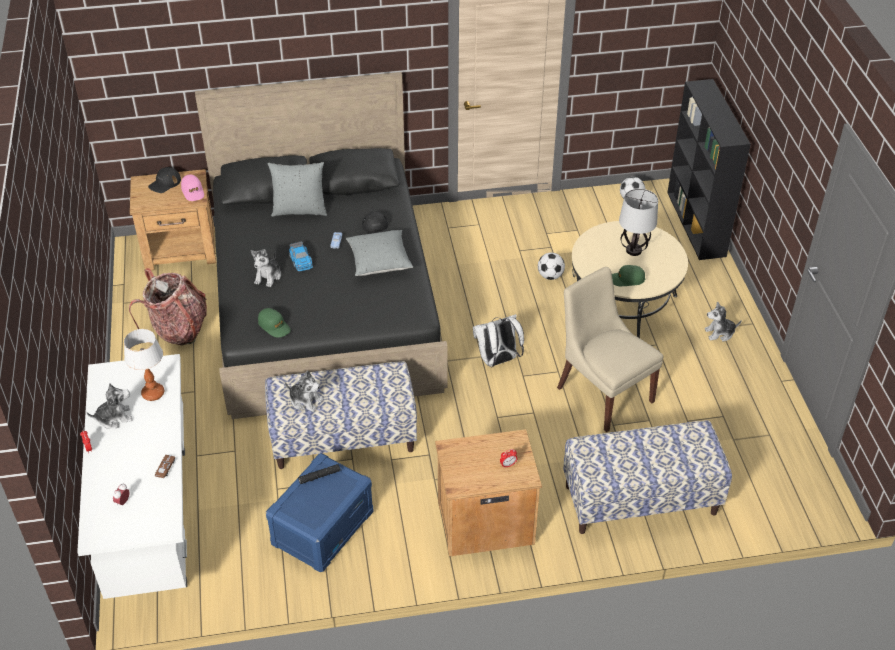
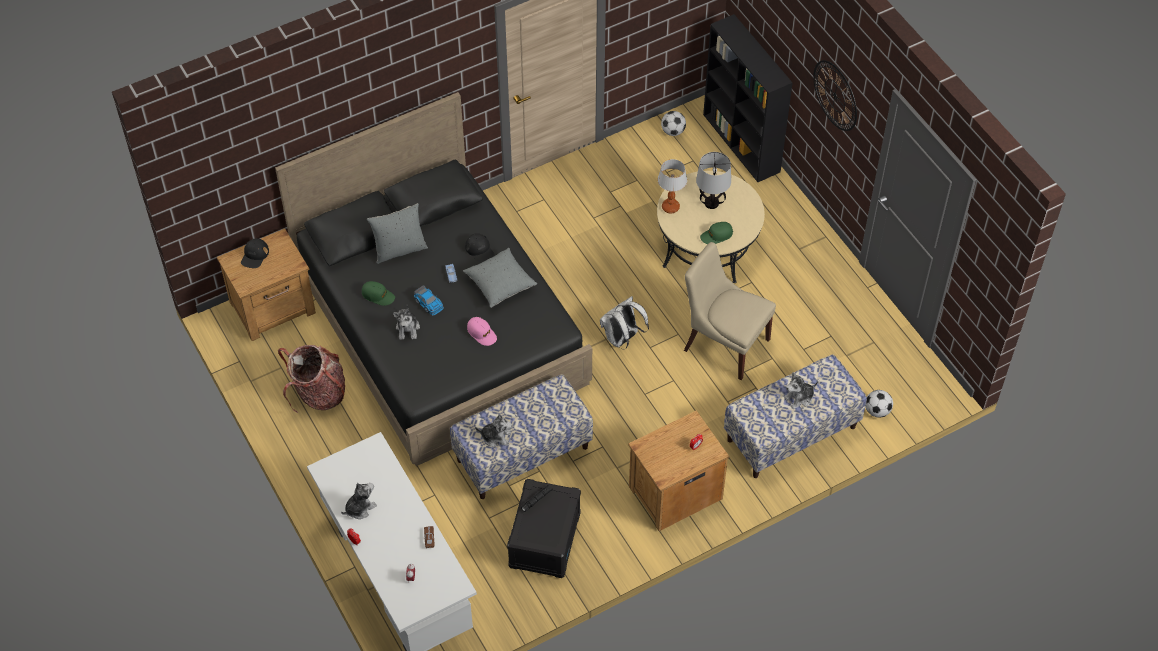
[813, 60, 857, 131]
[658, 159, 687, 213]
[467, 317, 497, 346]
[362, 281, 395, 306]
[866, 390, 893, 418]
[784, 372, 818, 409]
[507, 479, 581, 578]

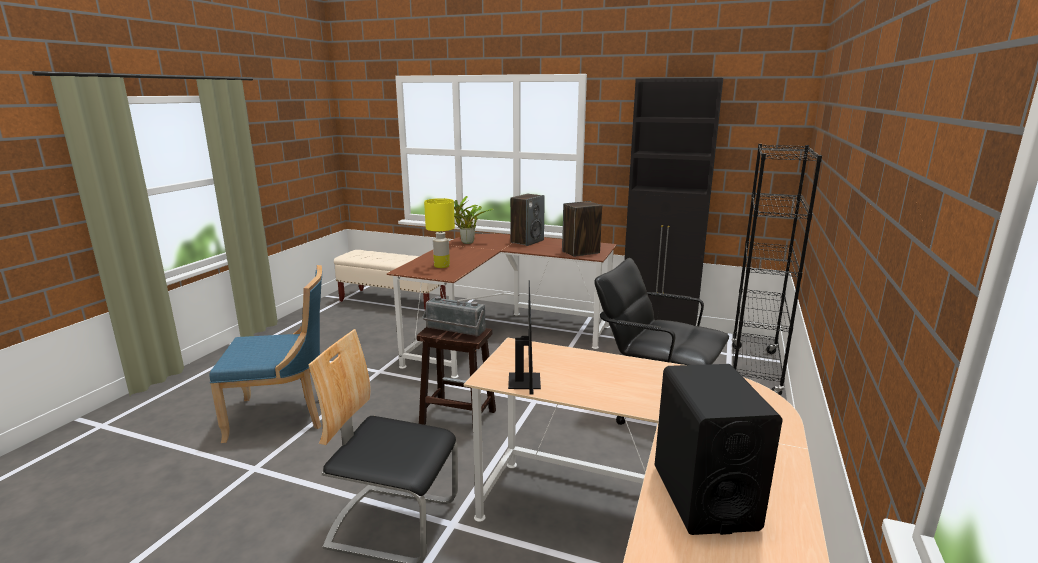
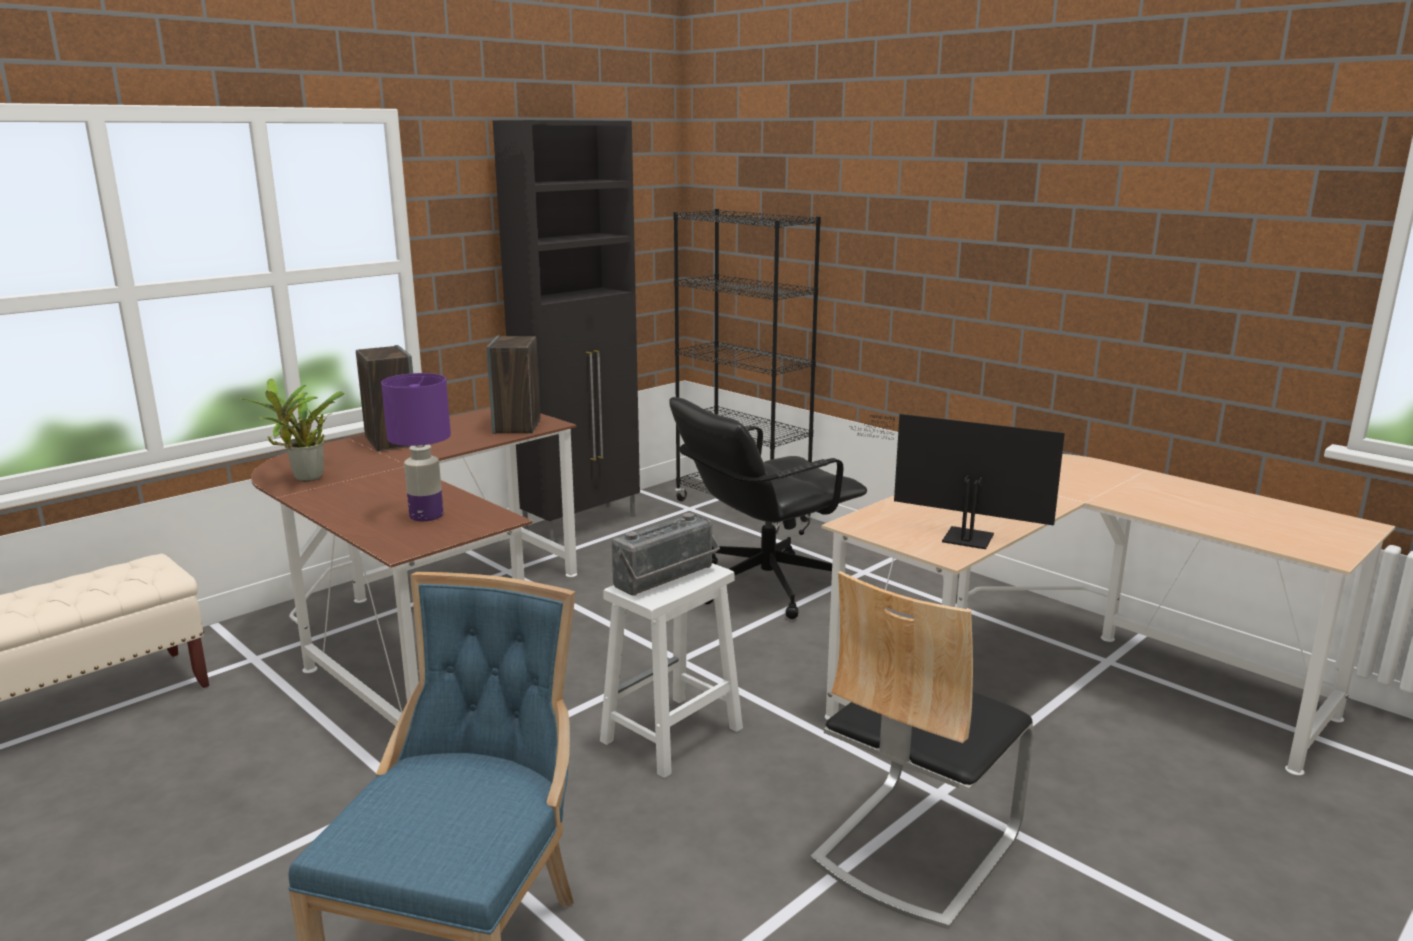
[655, 364, 783, 535] (first image)
[600, 563, 743, 778]
[381, 373, 451, 521]

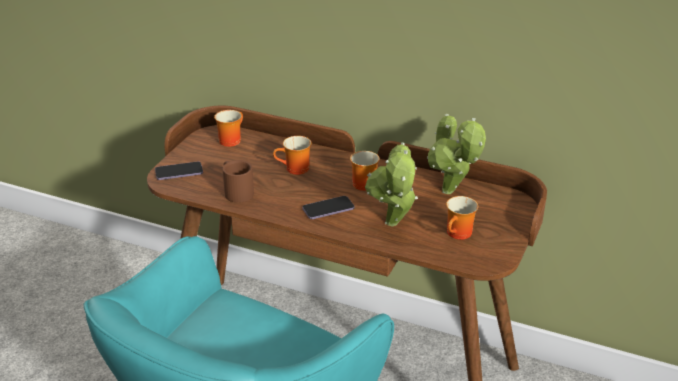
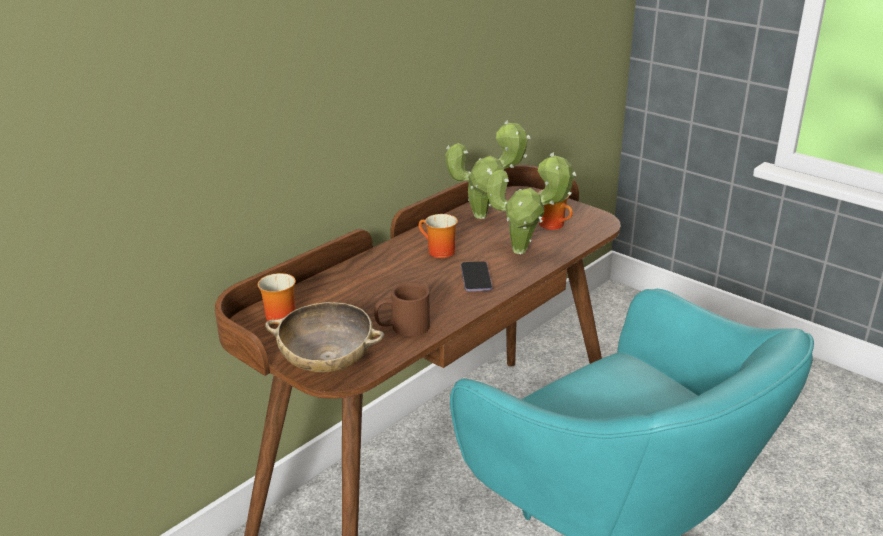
[273, 136, 311, 175] (first image)
[265, 302, 384, 372]

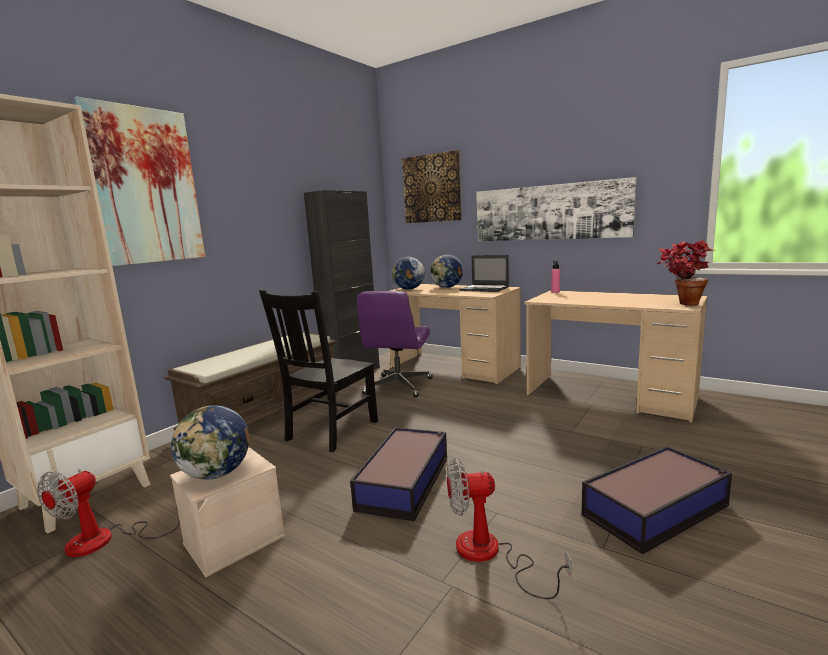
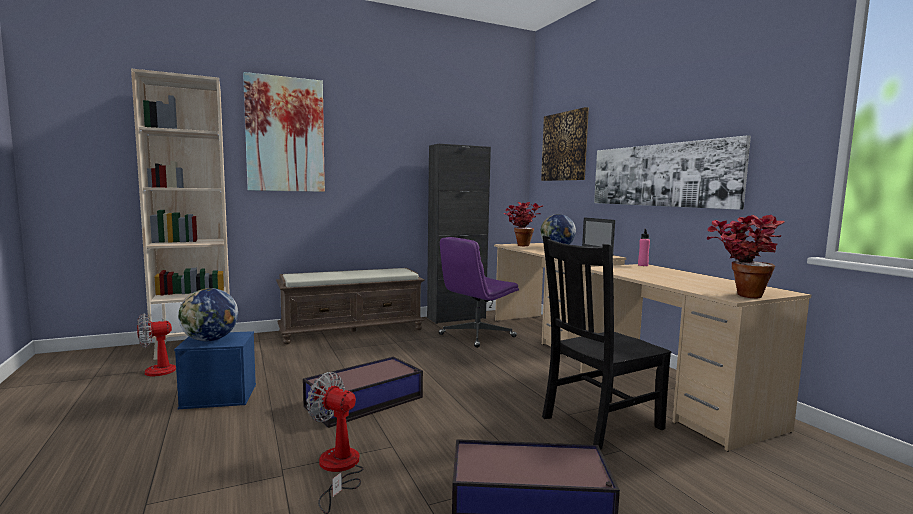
[542, 235, 671, 450]
[504, 202, 543, 246]
[174, 331, 256, 409]

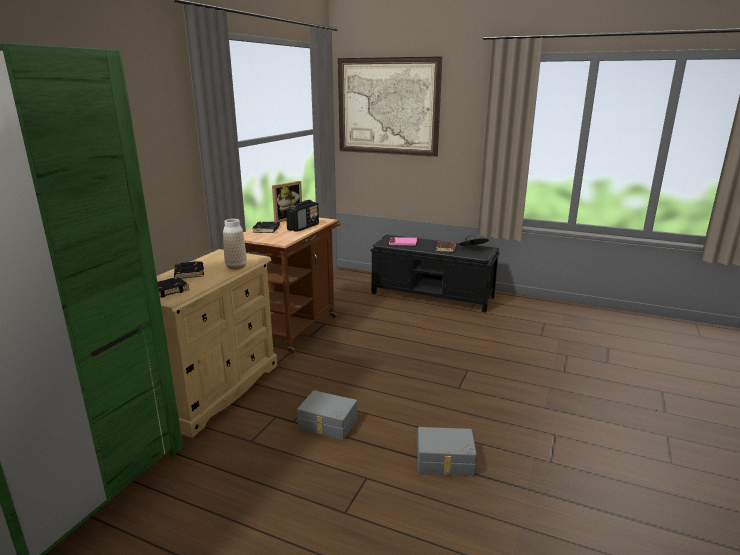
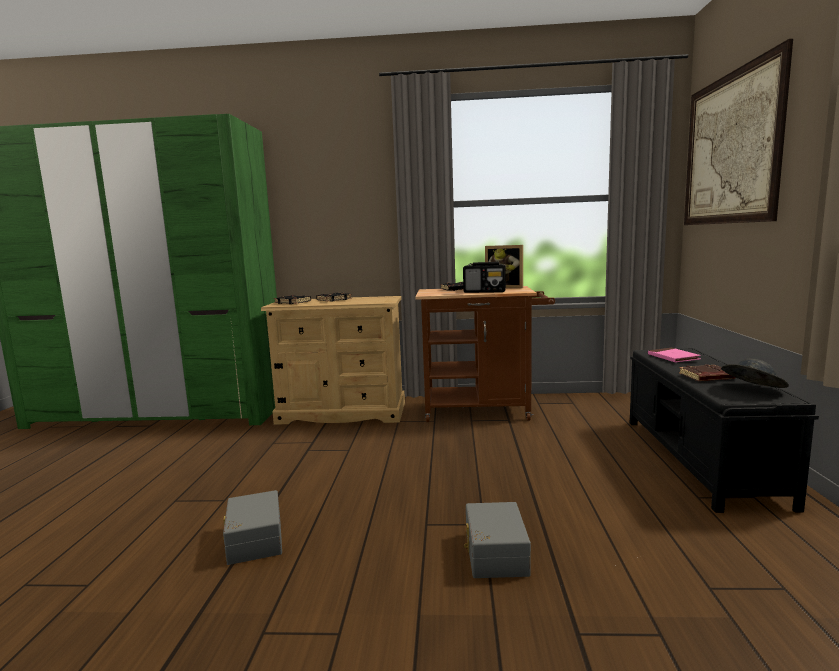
[223, 219, 247, 270] (first image)
[464, 502, 531, 578]

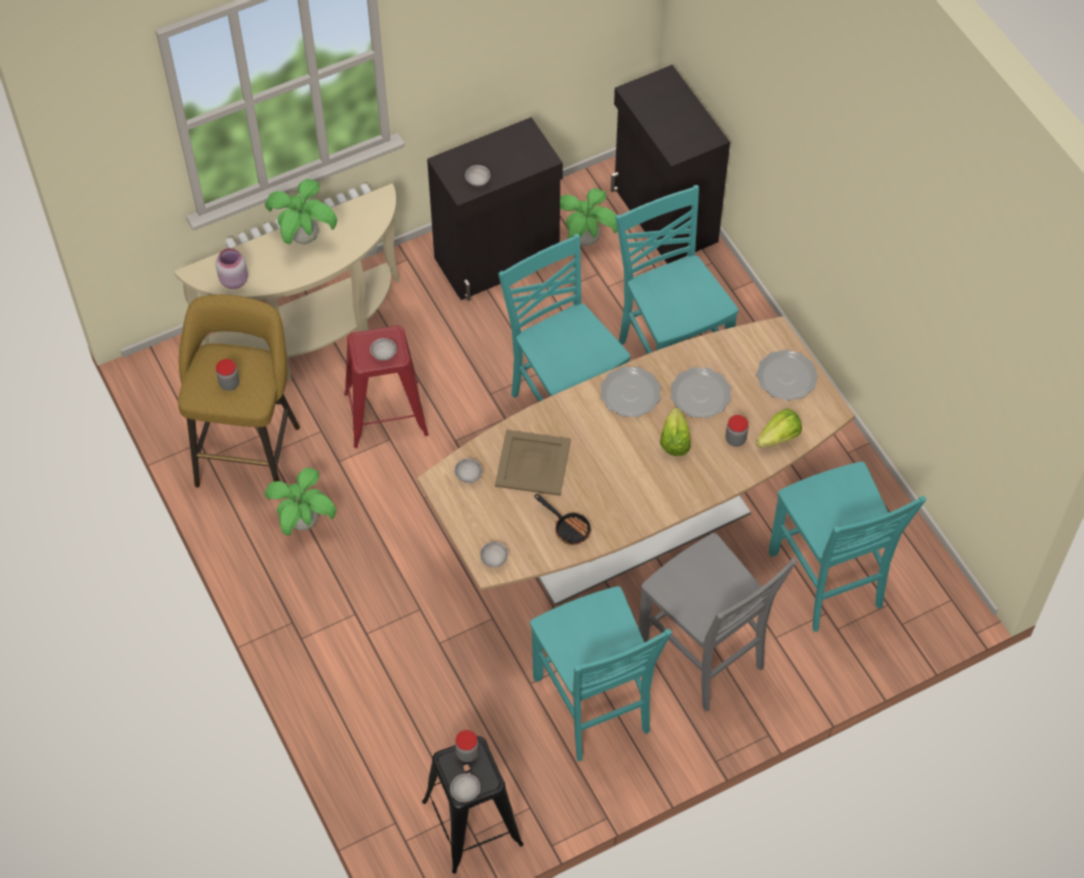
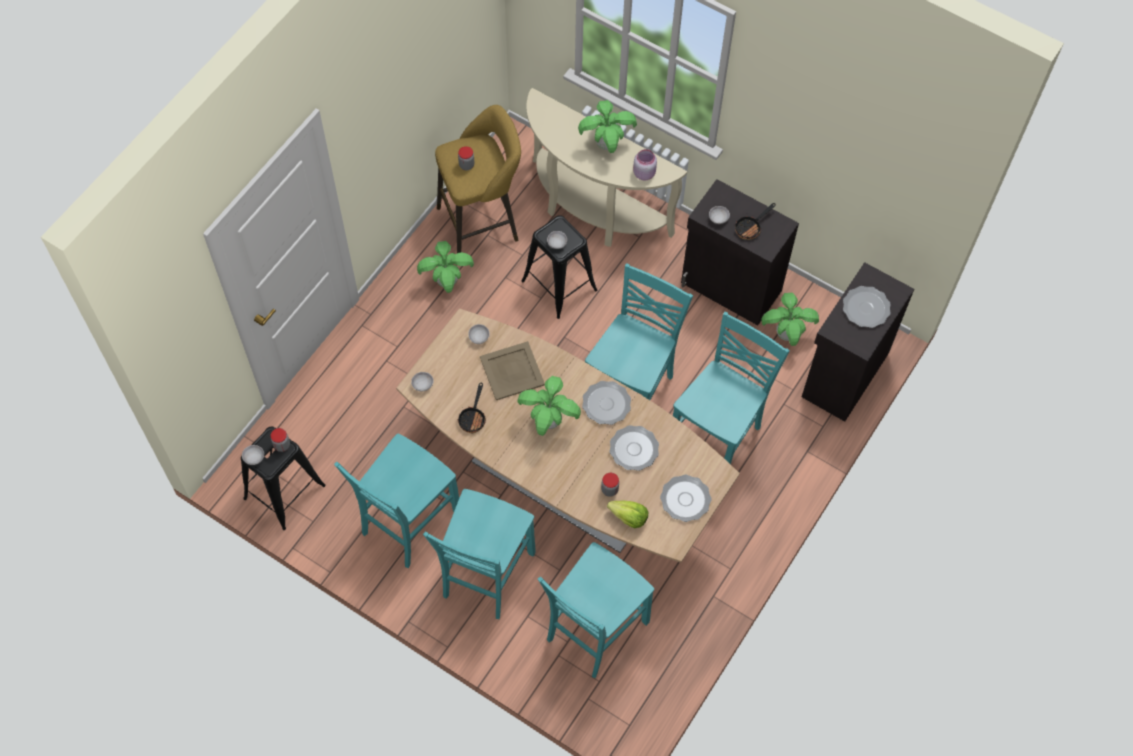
[660, 408, 691, 456] (first image)
[517, 376, 581, 436]
[735, 203, 776, 240]
[843, 286, 891, 328]
[633, 149, 657, 181]
[521, 215, 597, 319]
[423, 489, 536, 619]

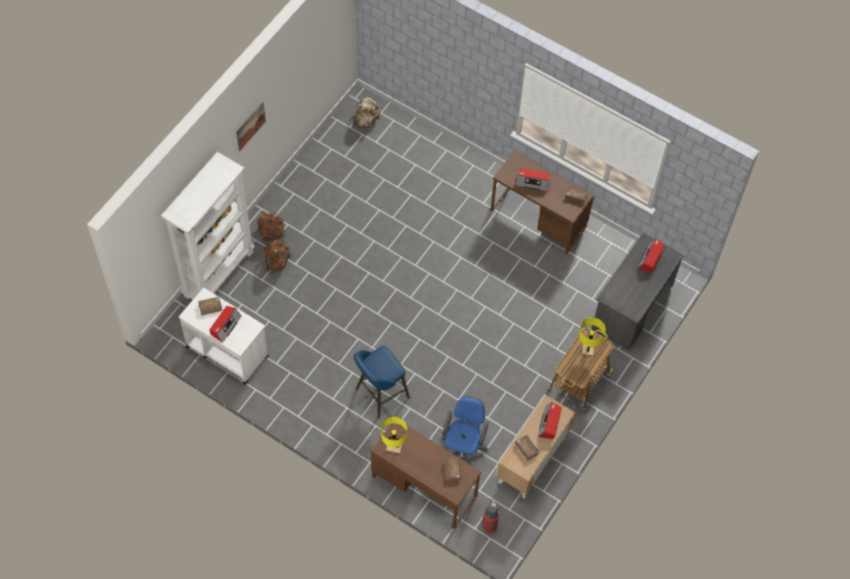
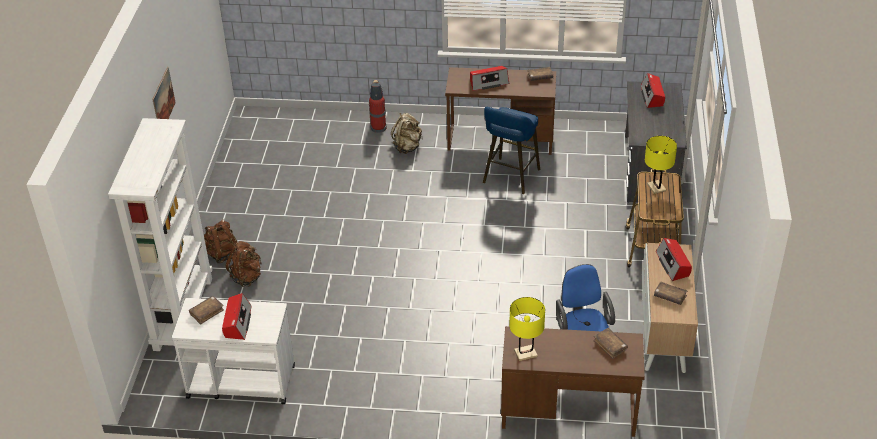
[391, 113, 423, 154]
[483, 107, 540, 194]
[369, 80, 387, 133]

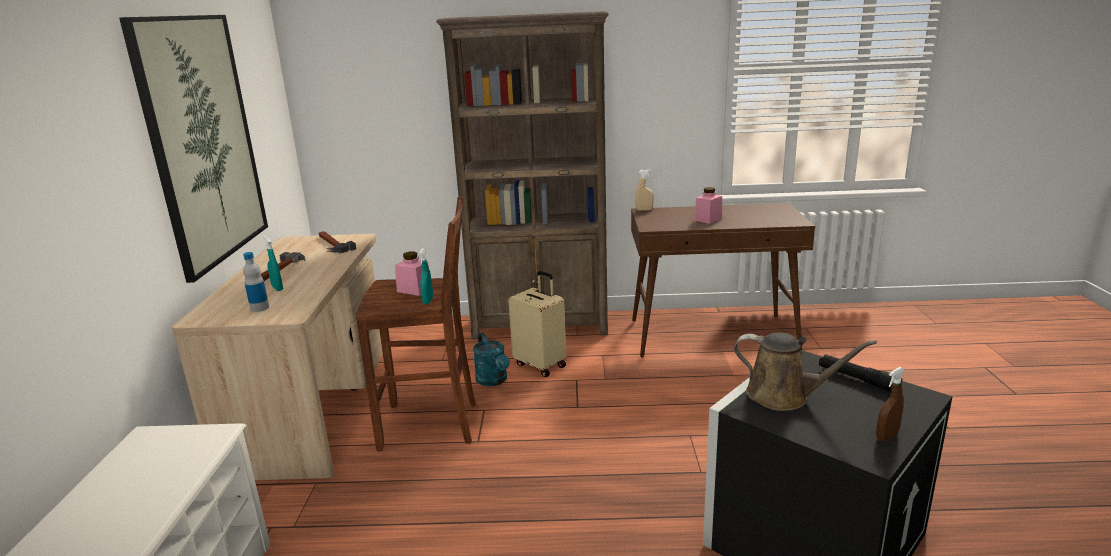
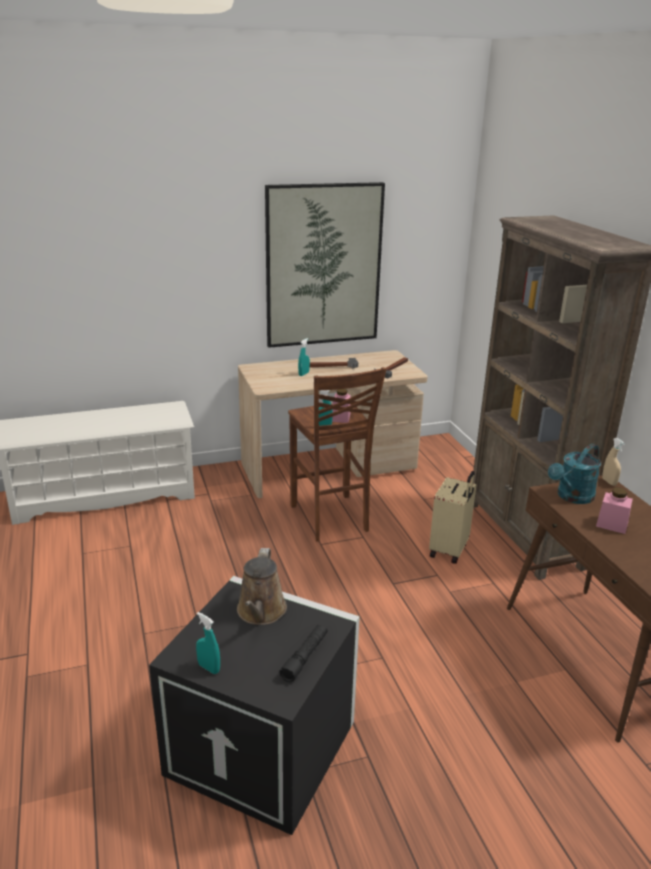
[243, 252, 269, 312] (first image)
[548, 444, 601, 504]
[196, 612, 220, 674]

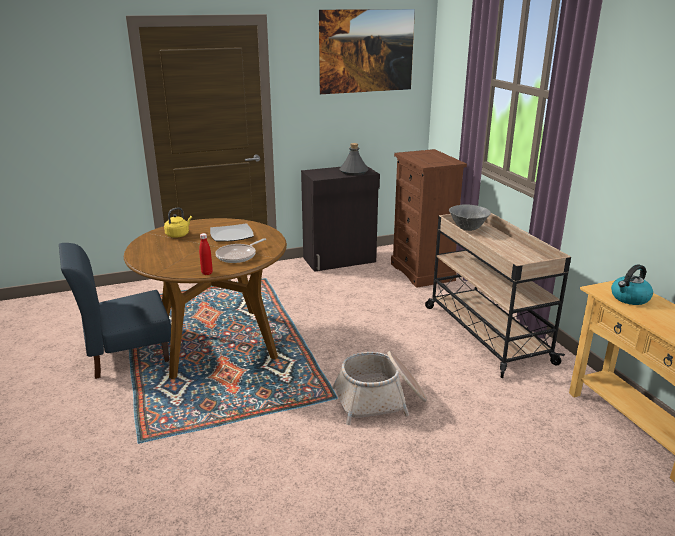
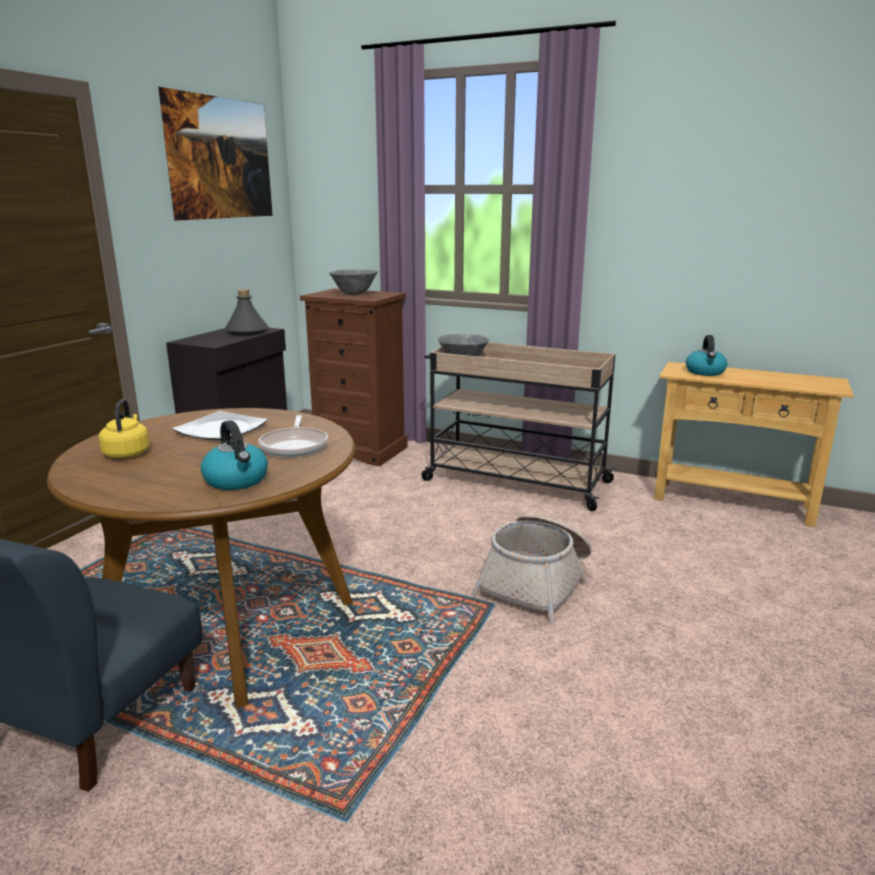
[199, 233, 213, 275] (first image)
[201, 420, 268, 490]
[329, 270, 378, 295]

